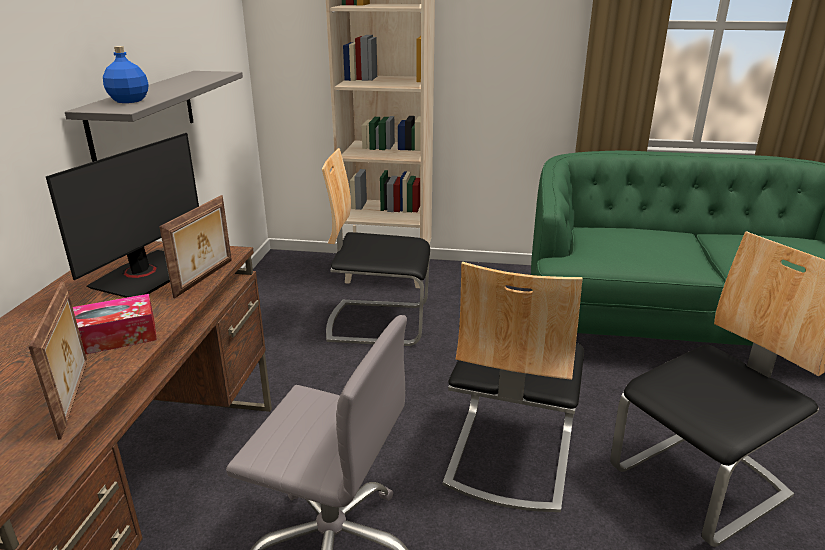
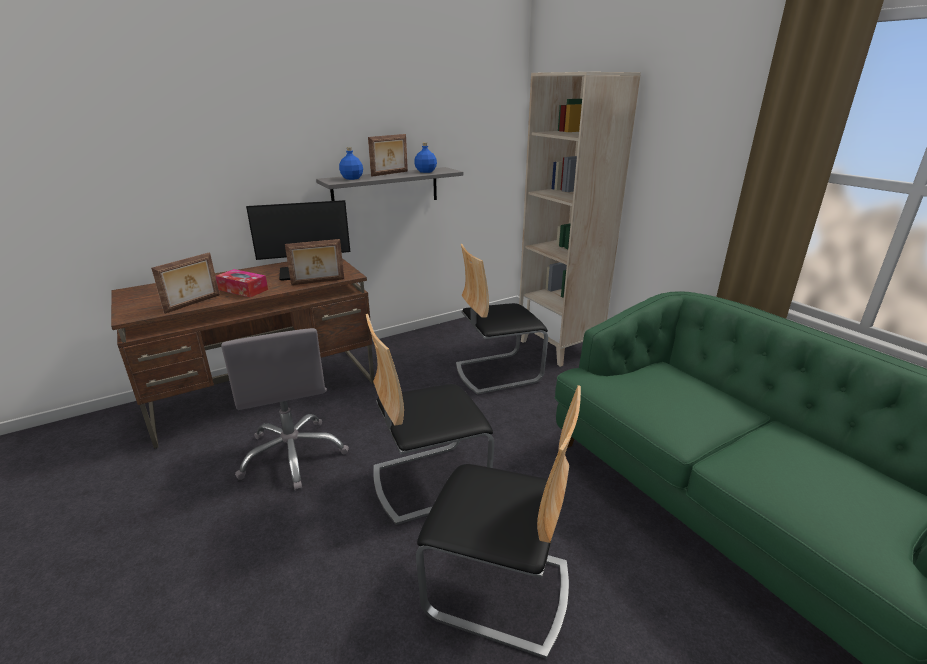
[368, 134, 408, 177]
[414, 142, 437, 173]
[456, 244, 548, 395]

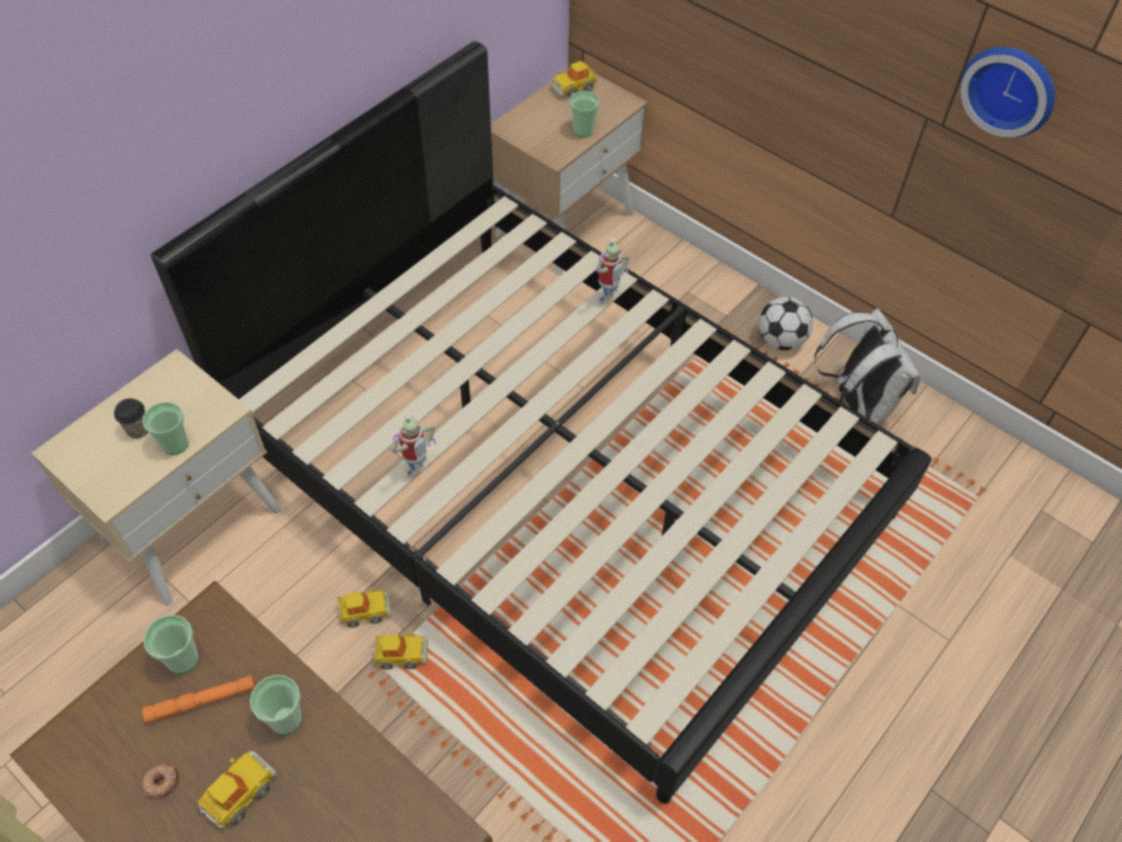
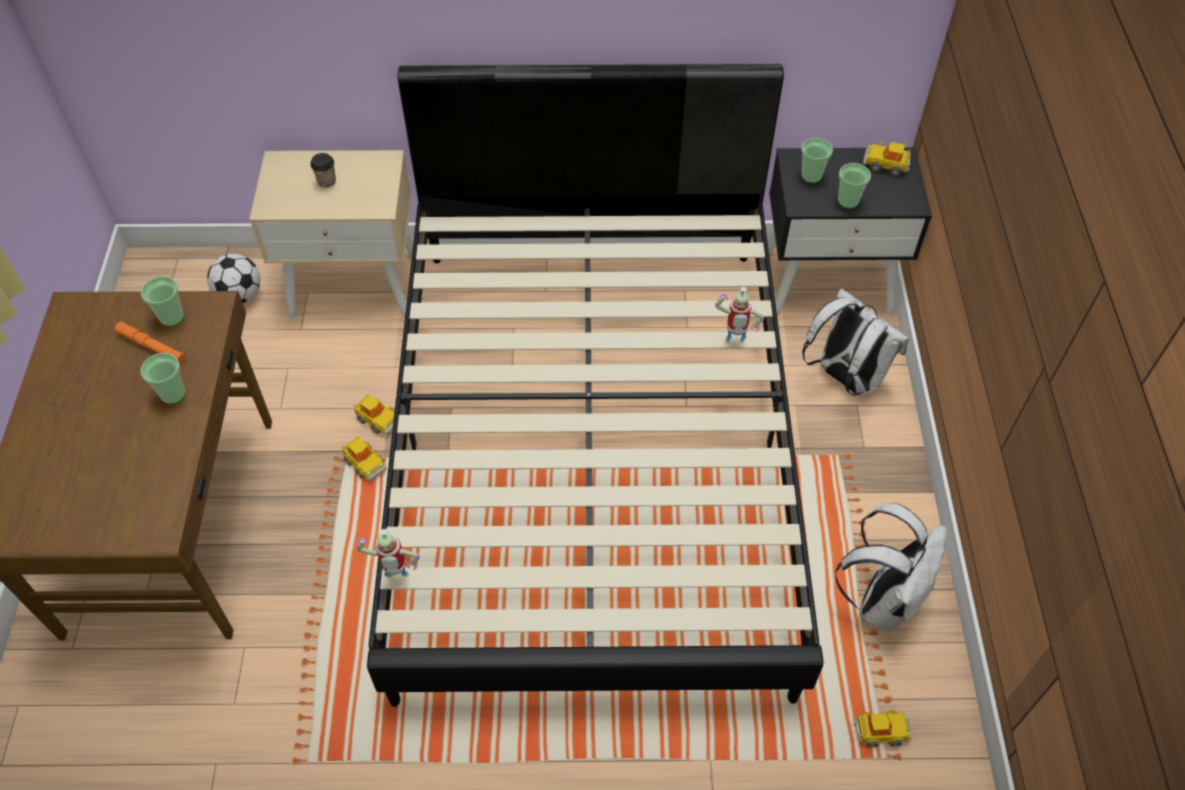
[141, 764, 180, 800] (first image)
[960, 47, 1055, 137] (first image)
[802, 289, 909, 397]
[801, 138, 833, 183]
[854, 709, 912, 748]
[356, 529, 420, 578]
[207, 254, 260, 303]
[768, 148, 932, 316]

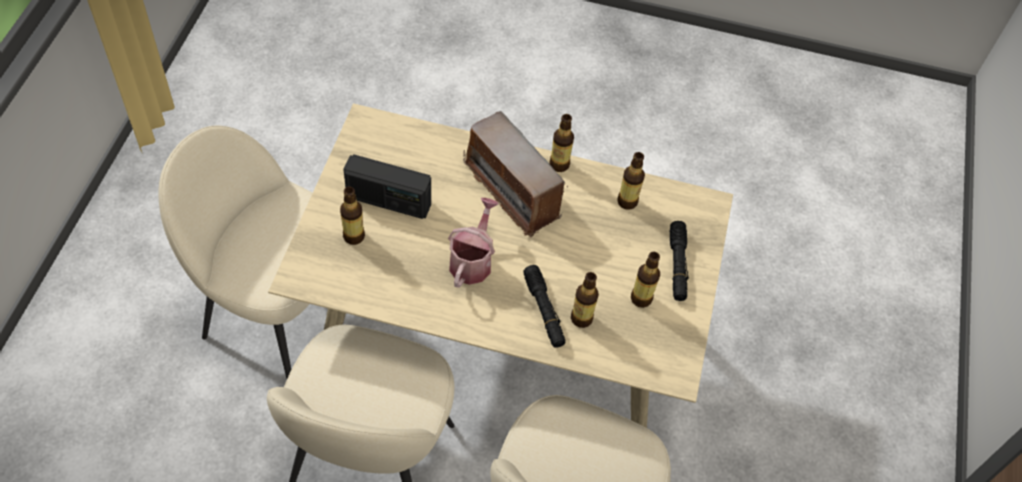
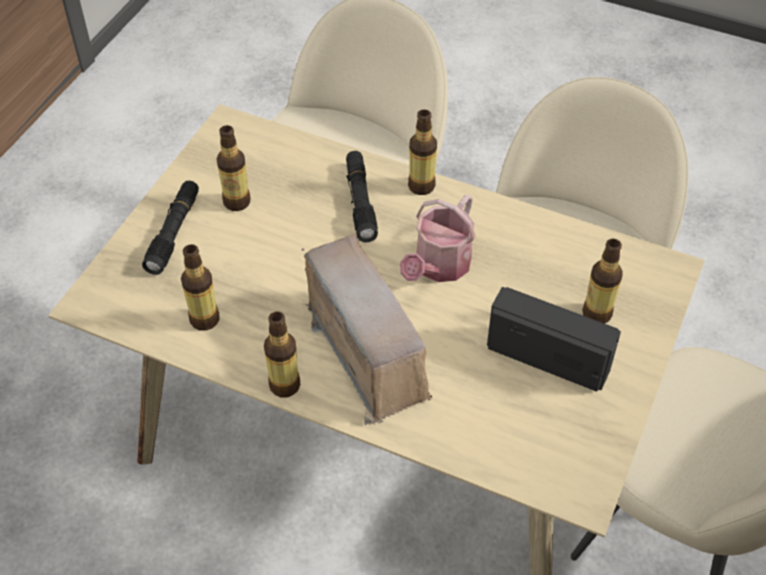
[408, 109, 437, 195]

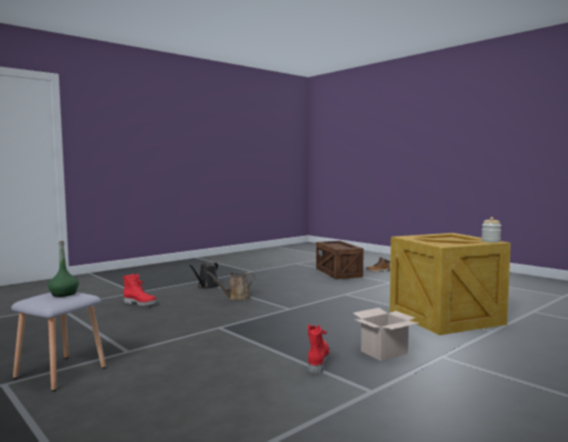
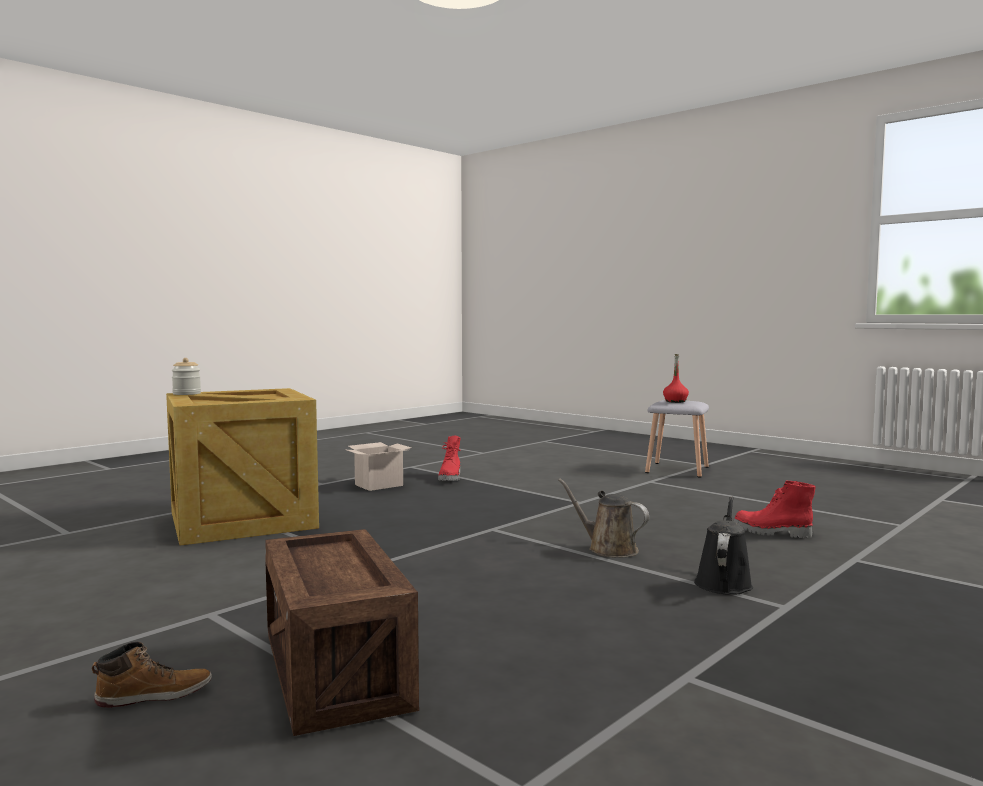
[663, 354, 689, 403]
[558, 478, 649, 558]

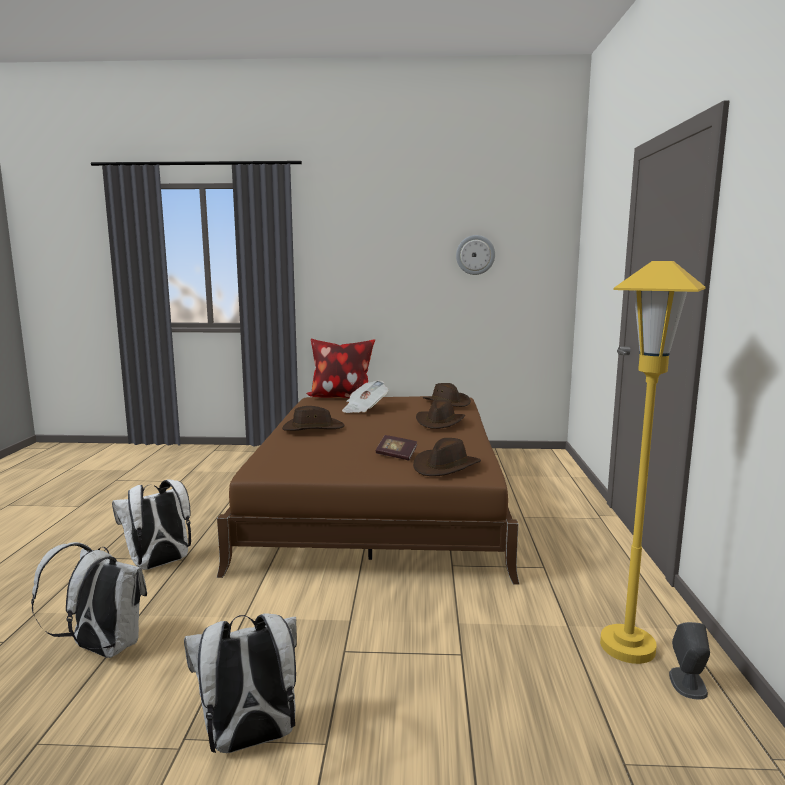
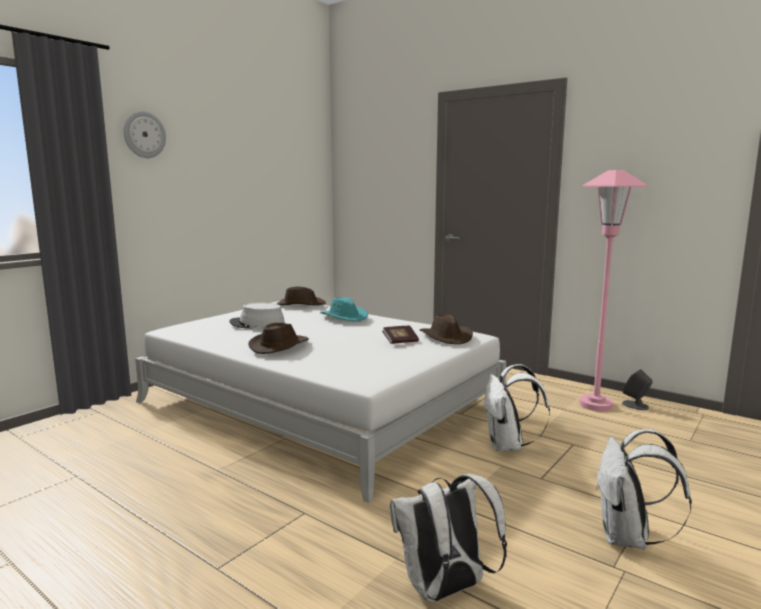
[306, 339, 375, 398] (first image)
[484, 364, 550, 451]
[124, 111, 166, 158]
[229, 303, 285, 329]
[135, 301, 506, 503]
[320, 297, 368, 321]
[579, 170, 648, 411]

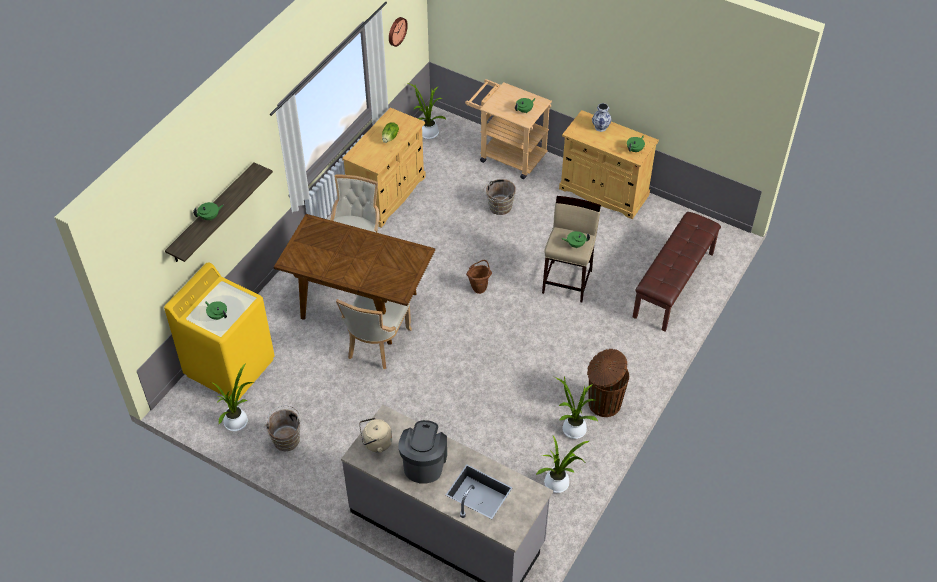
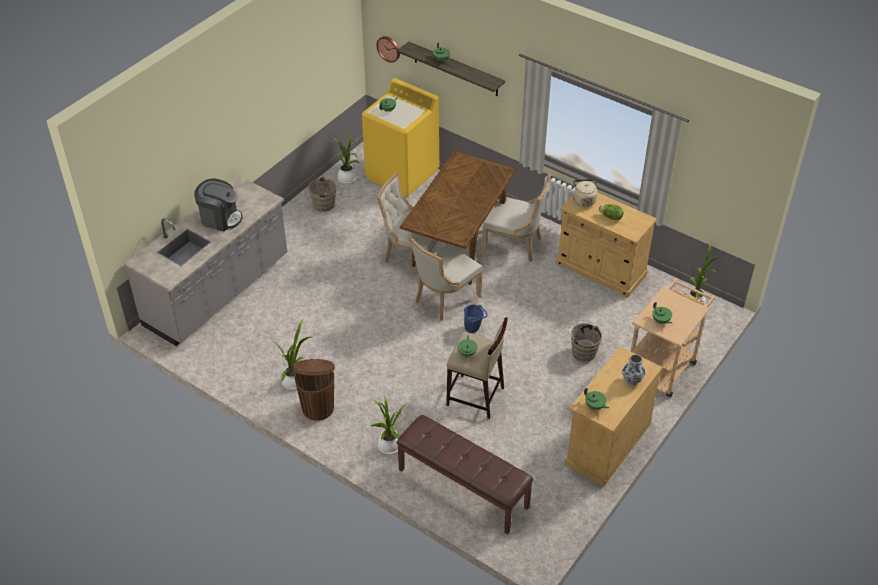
[409, 237, 482, 321]
[570, 179, 598, 207]
[376, 36, 400, 63]
[371, 397, 406, 454]
[464, 304, 488, 333]

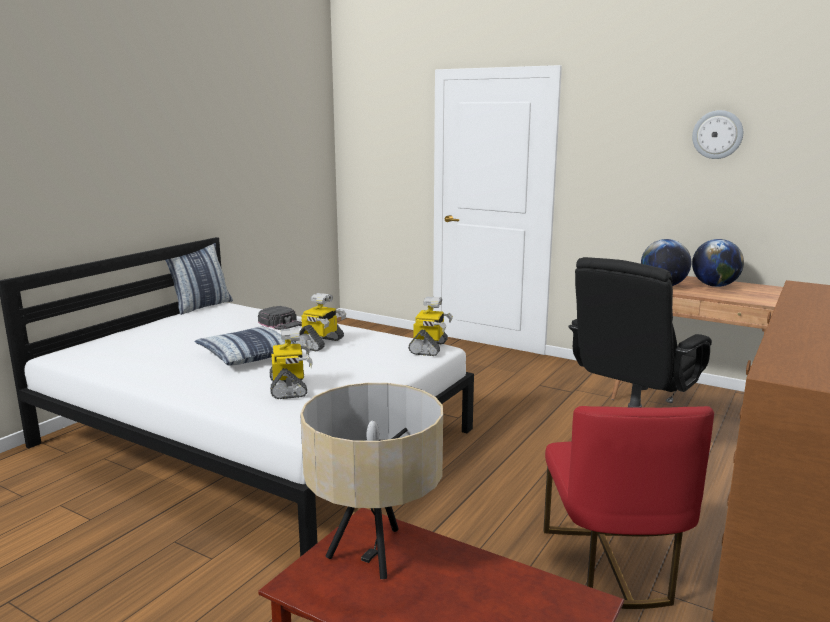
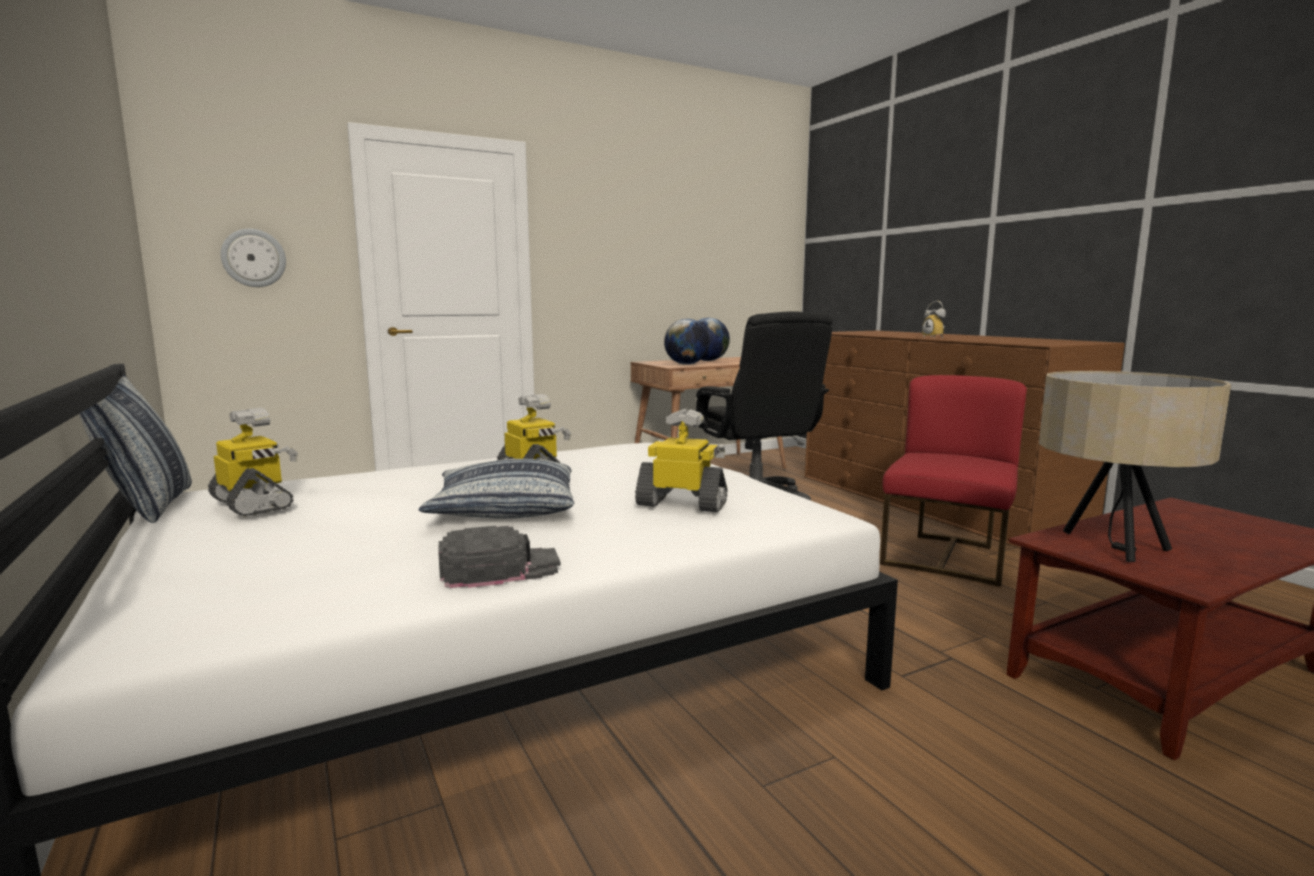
[922, 301, 946, 338]
[438, 526, 561, 588]
[208, 408, 298, 516]
[220, 229, 286, 287]
[880, 375, 1027, 587]

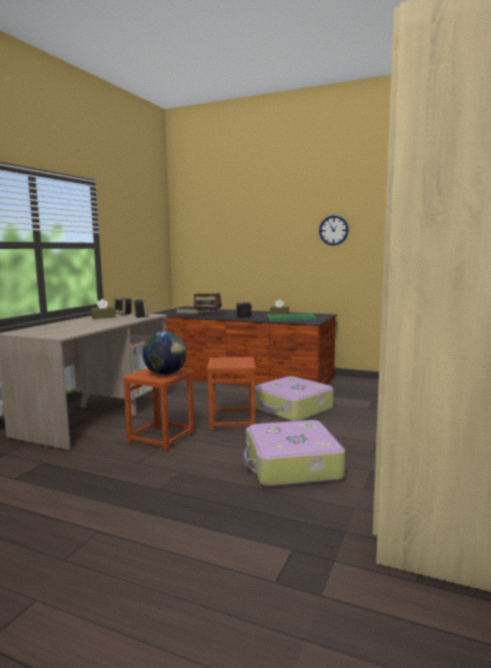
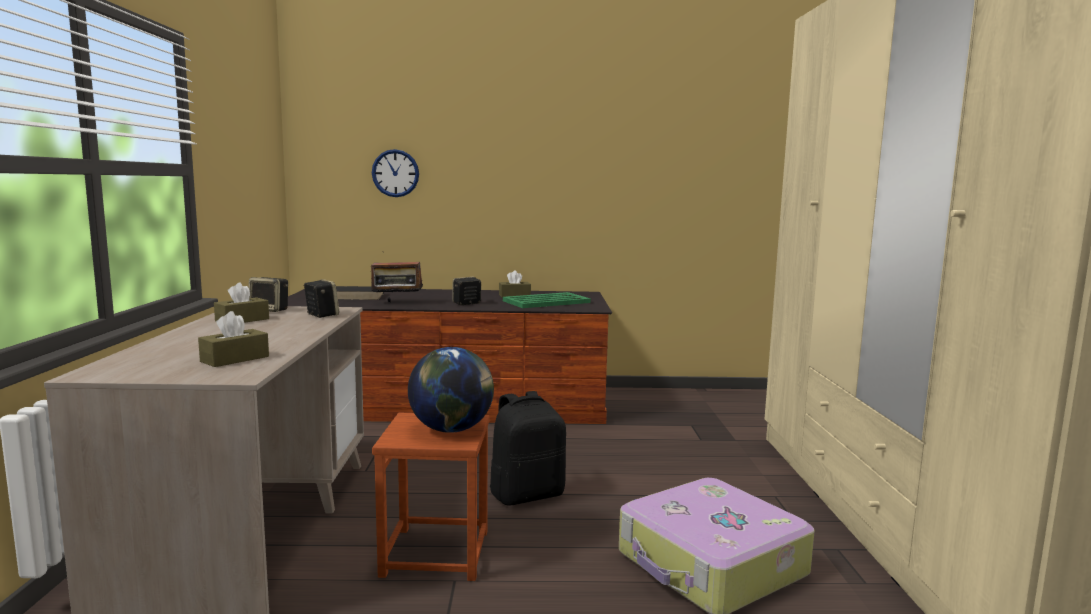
[255, 376, 334, 421] (first image)
[198, 311, 269, 367]
[372, 149, 419, 197]
[490, 391, 566, 505]

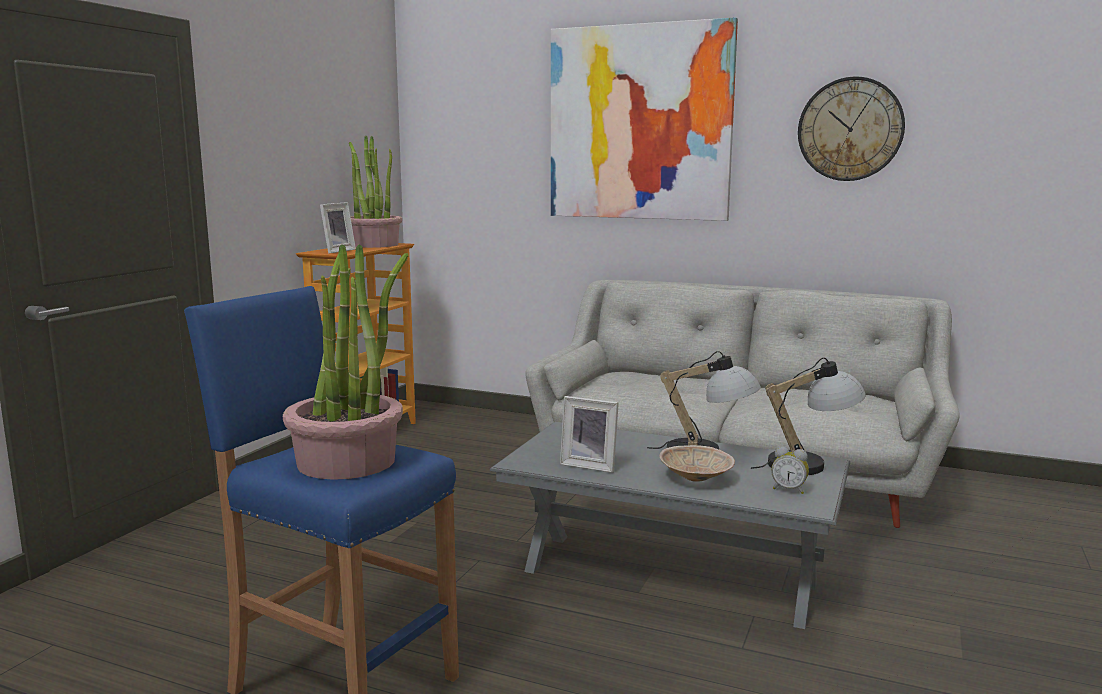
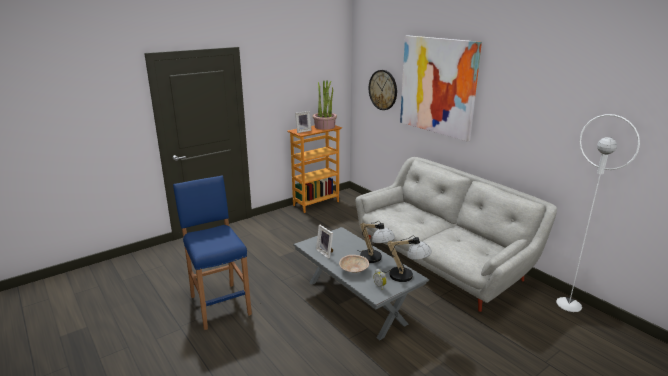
[283, 244, 408, 480] (first image)
[556, 114, 640, 312]
[369, 70, 397, 110]

